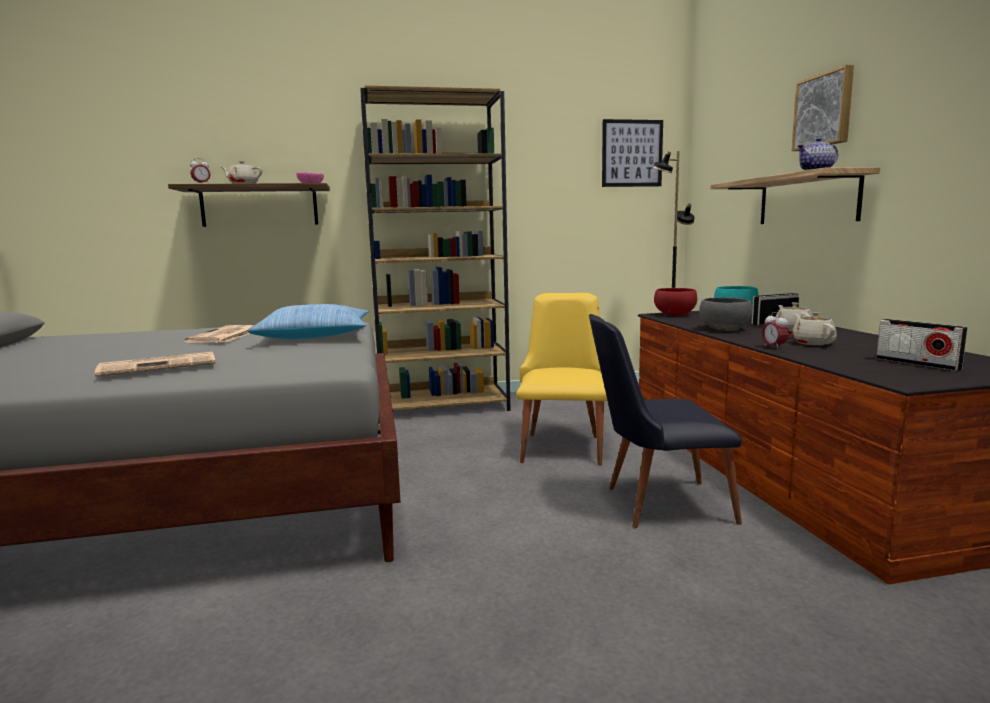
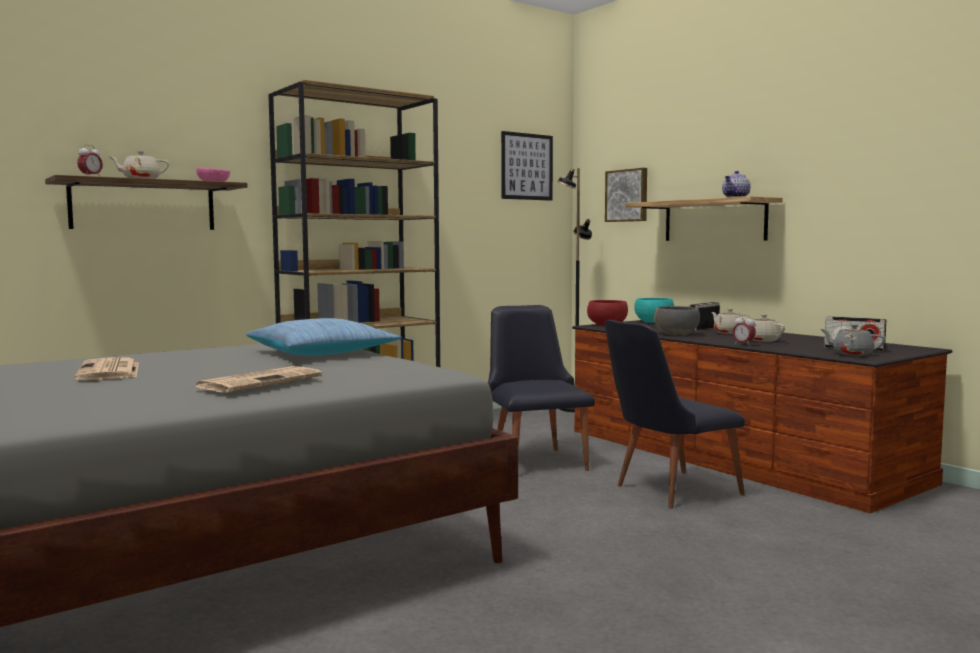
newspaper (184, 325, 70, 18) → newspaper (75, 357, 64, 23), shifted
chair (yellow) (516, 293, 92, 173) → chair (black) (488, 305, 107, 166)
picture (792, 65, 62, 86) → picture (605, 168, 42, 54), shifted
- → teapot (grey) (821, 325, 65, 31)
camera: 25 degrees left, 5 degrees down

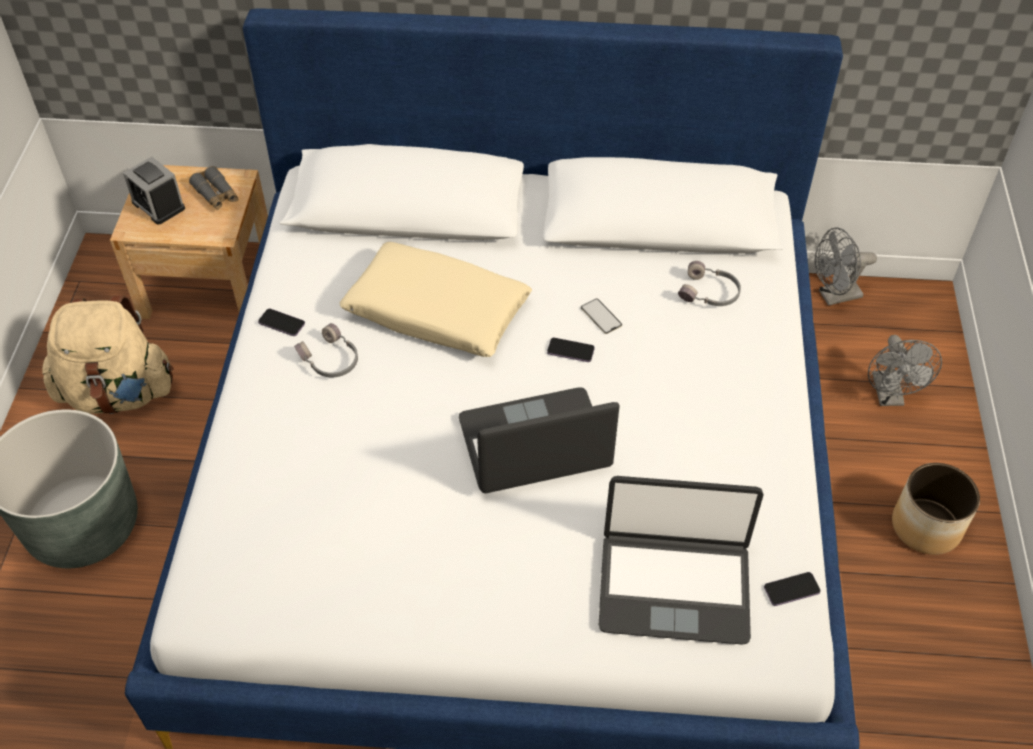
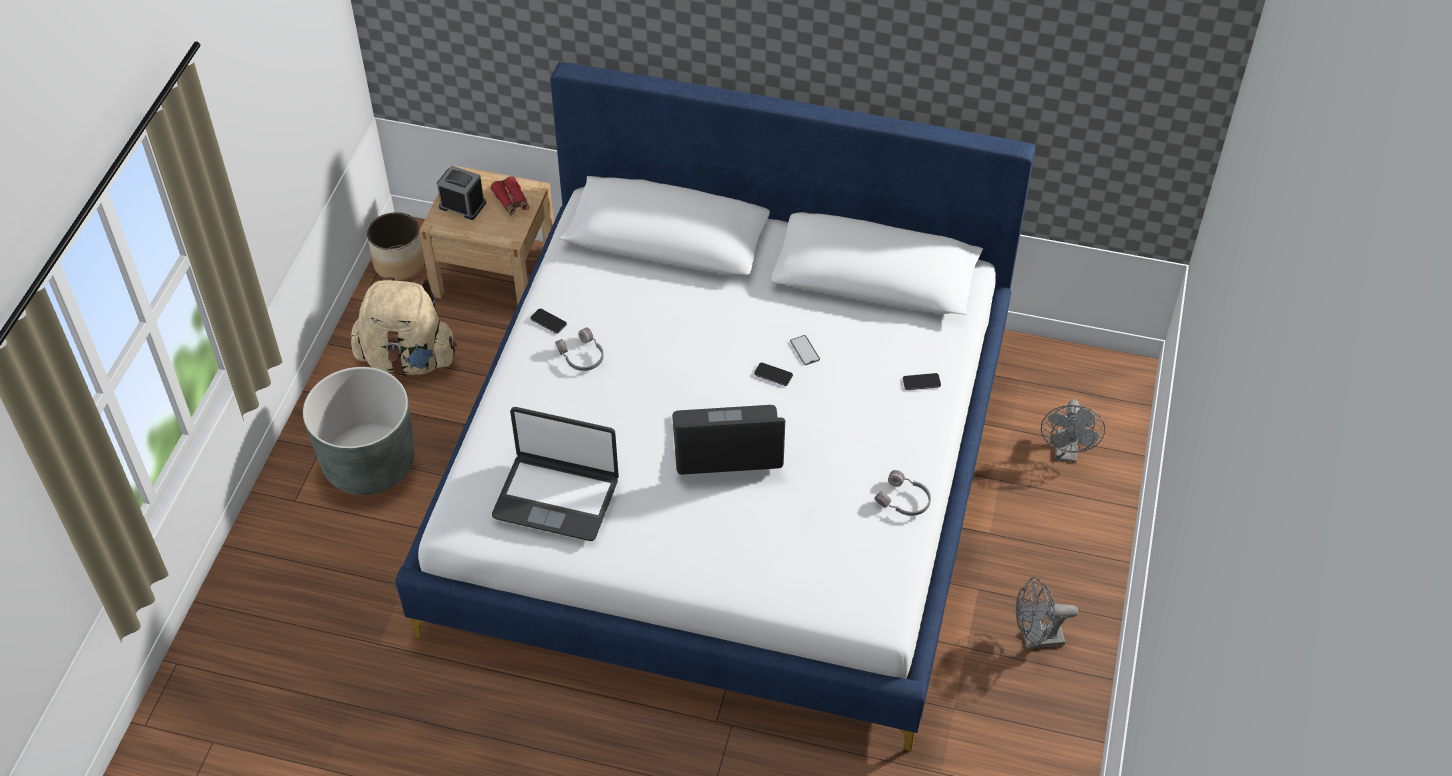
planter (892, 463, 88, 92) → planter (367, 212, 58, 69), shifted
alarm clock (123, 157, 62, 68) → alarm clock (437, 165, 49, 55), 150 degrees clockwise
binoculars (grey) (189, 166, 49, 44) → binoculars (red) (491, 176, 39, 40)
laptop (599, 476, 165, 169) → laptop (492, 407, 127, 134), shifted
headphones (grey) (678, 261, 63, 45) → headphones (grey) (874, 470, 57, 46), shifted
phone (764, 572, 57, 34) → phone (903, 373, 38, 17), shifted
fan (grey) (815, 227, 62, 79) → fan (grey) (1016, 577, 62, 72), shifted
pillow (beige) (339, 242, 193, 115) → -
camera: 10 degrees right, 0 degrees up

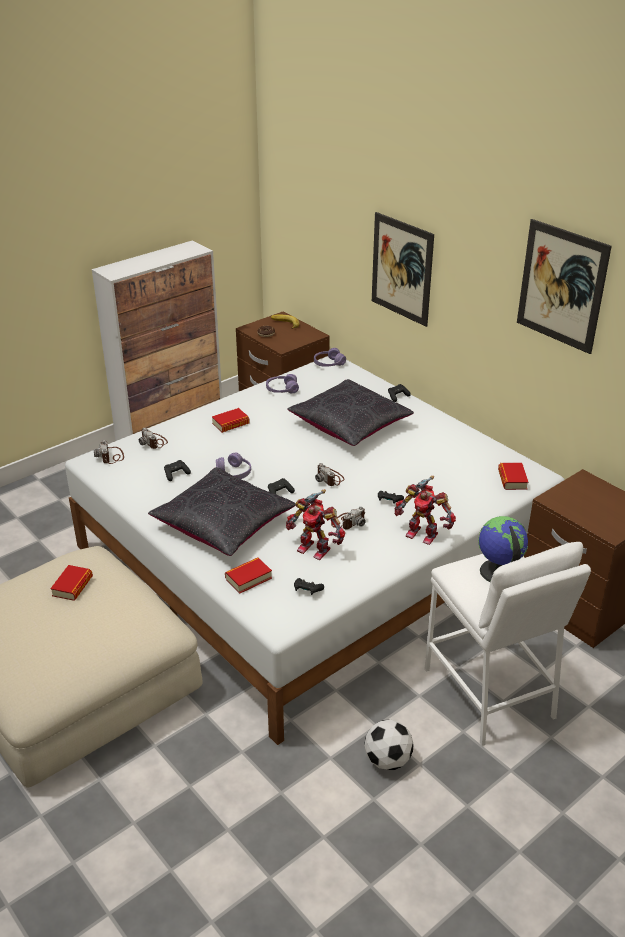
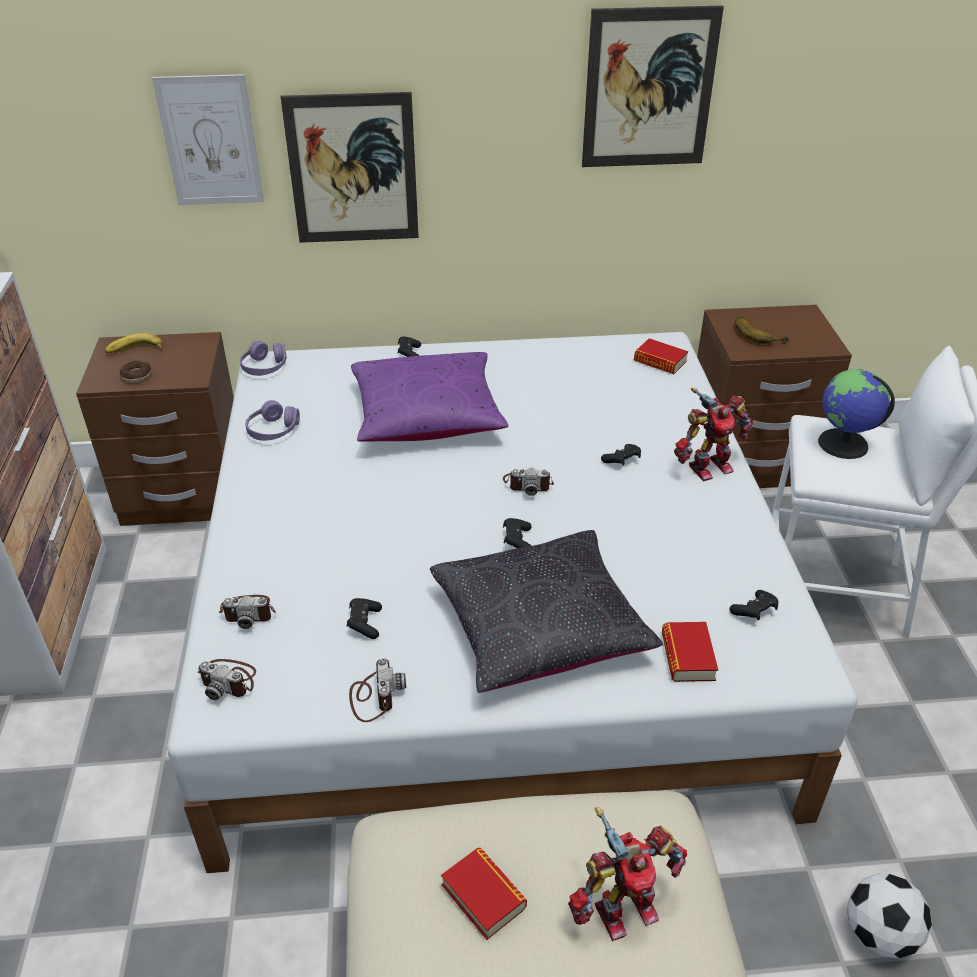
- → picture (152, 74, 112, 131)
photo camera (331, 506, 35, 24) → photo camera (349, 658, 57, 64), shifted
pillow (black) (287, 379, 127, 67) → pillow (purple) (351, 352, 158, 90)
toy robot (286, 489, 59, 71) → toy robot (568, 807, 119, 134), shifted
- → banana (735, 316, 54, 28)
football (364, 719, 50, 51) → football (847, 873, 85, 86), shifted
book (212, 408, 38, 25) → -
headphones (purple) (216, 452, 35, 27) → -
camera: 55 degrees left, 5 degrees up

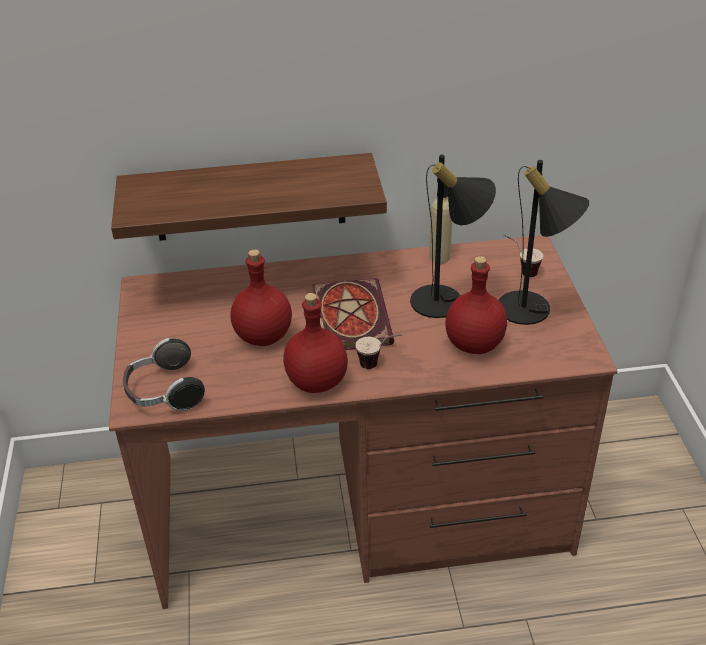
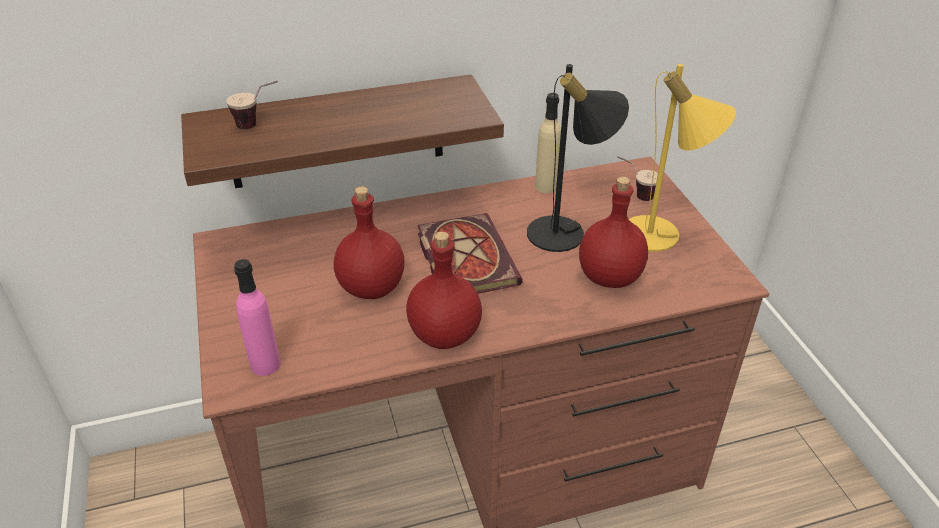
cup (355, 334, 47, 35) → cup (226, 81, 52, 48), shifted
headphones (123, 338, 82, 73) → bottle (pink) (234, 259, 47, 117)
table lamp (black) (499, 160, 90, 165) → table lamp (yellow) (629, 64, 107, 188)
camera: 10 degrees left, 0 degrees up

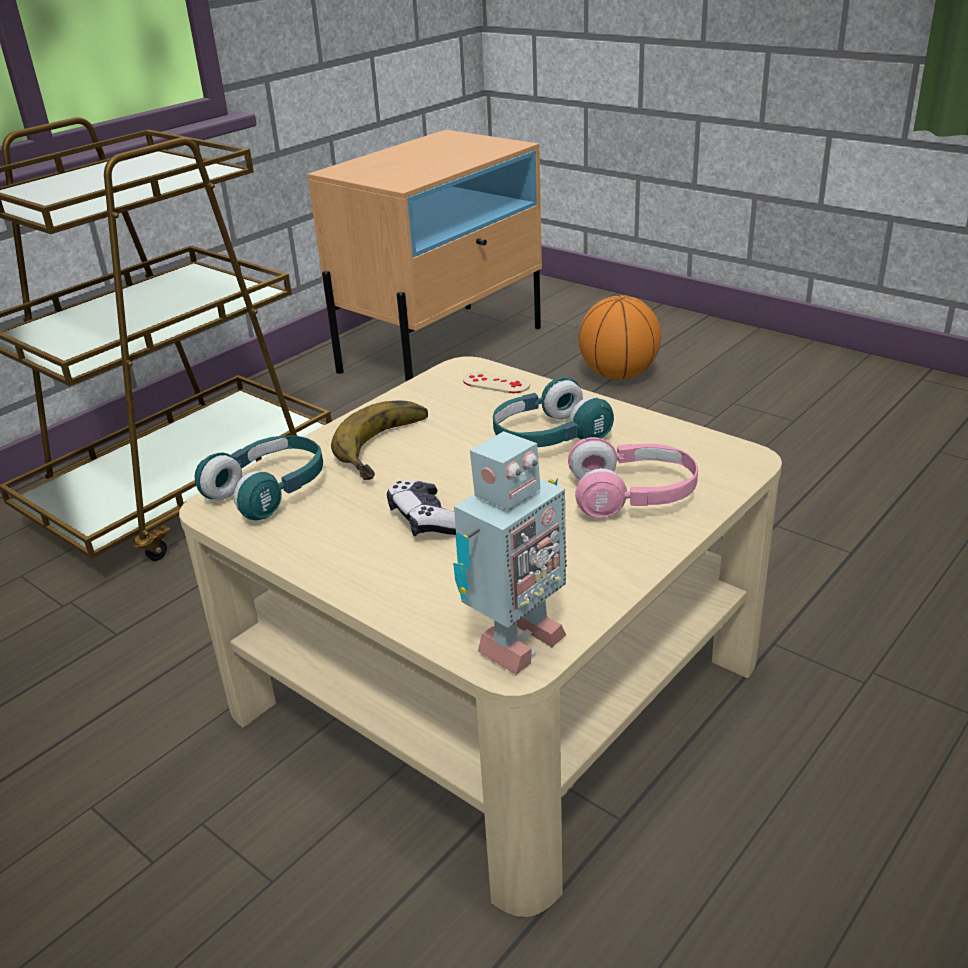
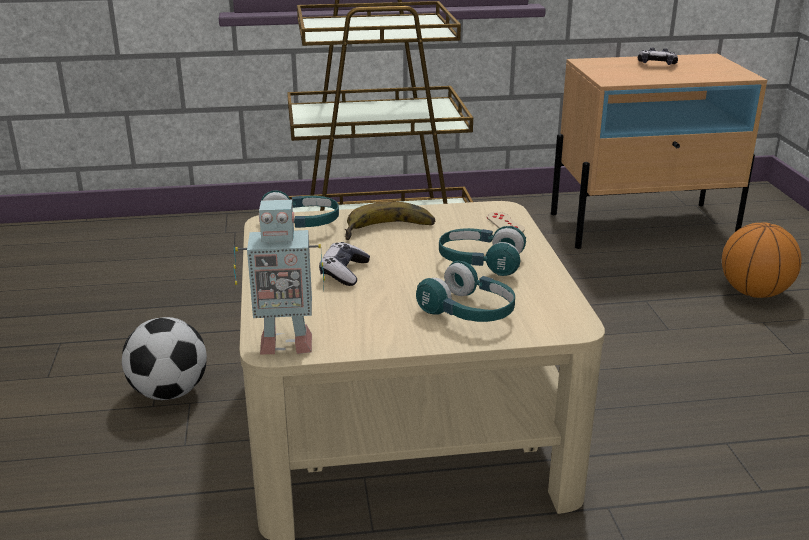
- → football (122, 317, 85, 83)
headphones (pink) (568, 437, 130, 81) → headphones (turquoise) (416, 261, 99, 61)
- → game controller (638, 48, 40, 17)
camera: 40 degrees right, 5 degrees down

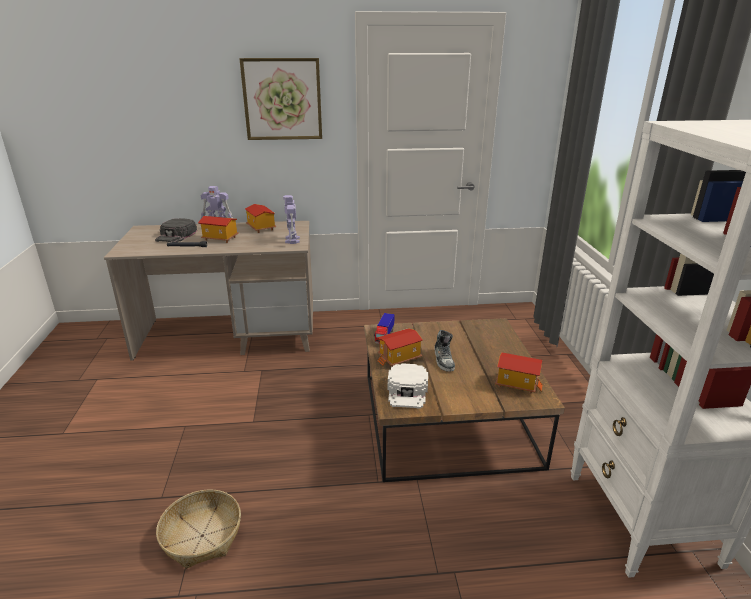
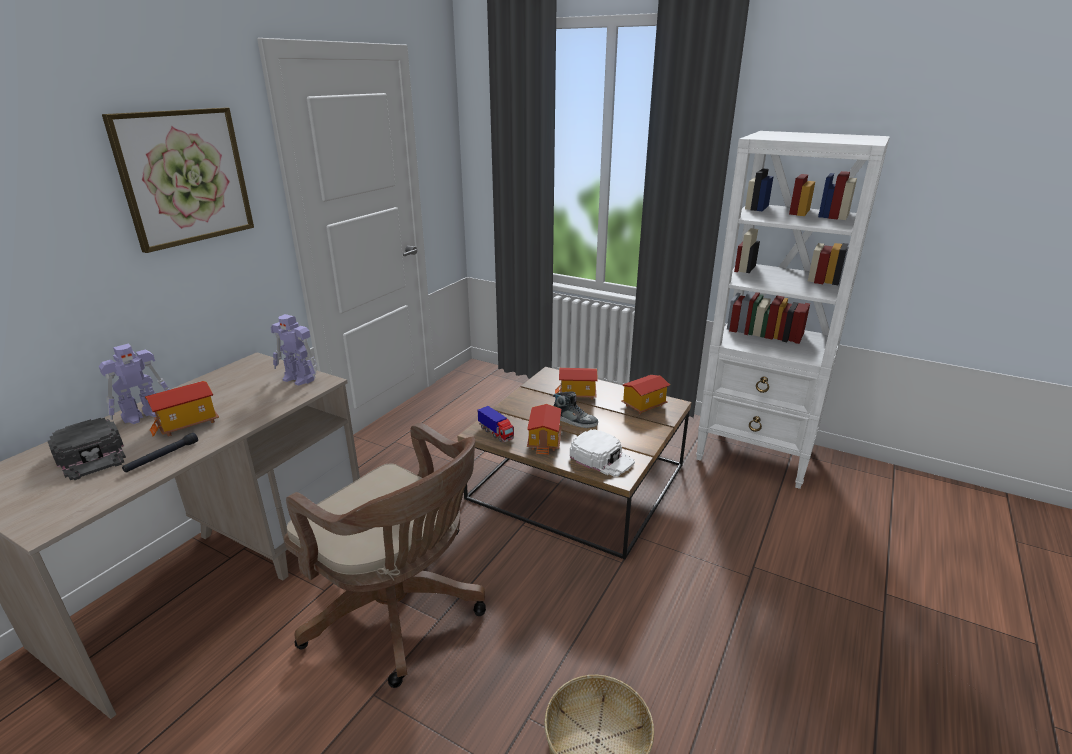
- → office chair (brown) (284, 422, 202, 266)
toy house (245, 204, 31, 29) → toy house (555, 368, 42, 32), shifted
camera: 55 degrees left, 0 degrees up

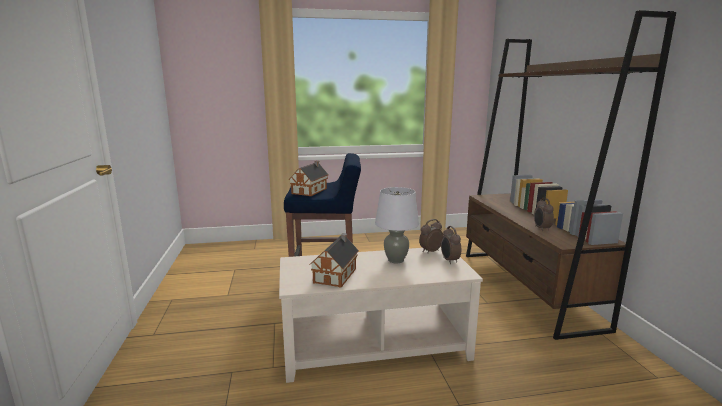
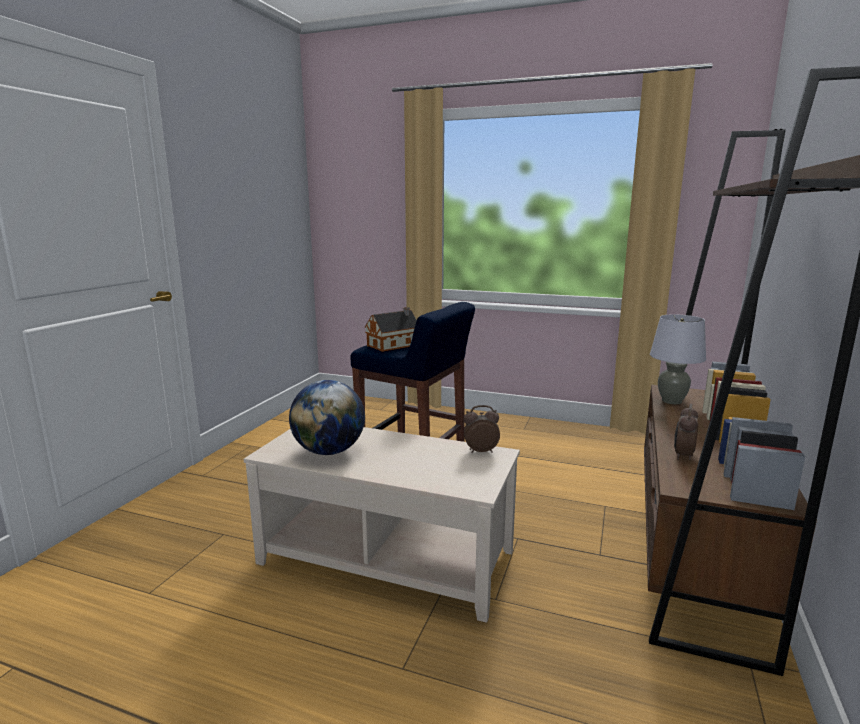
toy house (310, 233, 49, 55) → globe (289, 380, 76, 75)
table lamp (grey) (375, 187, 44, 76) → table lamp (grey) (650, 314, 56, 90), shifted
alarm clock (441, 226, 20, 38) → -
camera: 30 degrees right, 0 degrees up

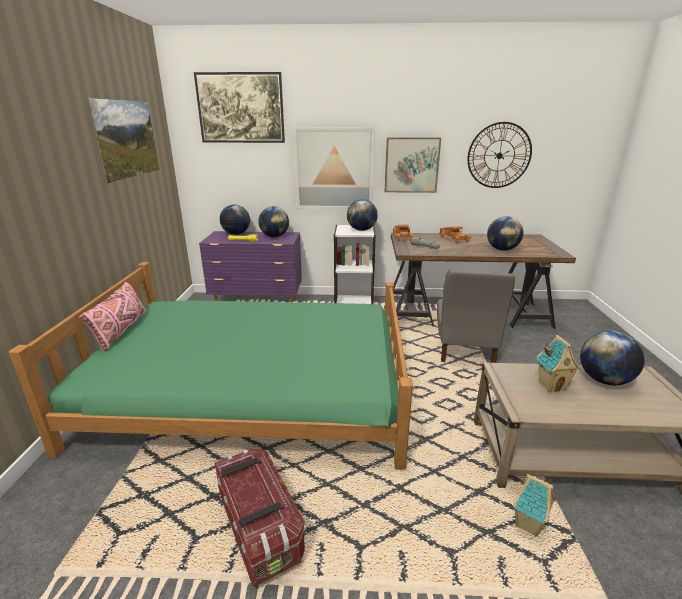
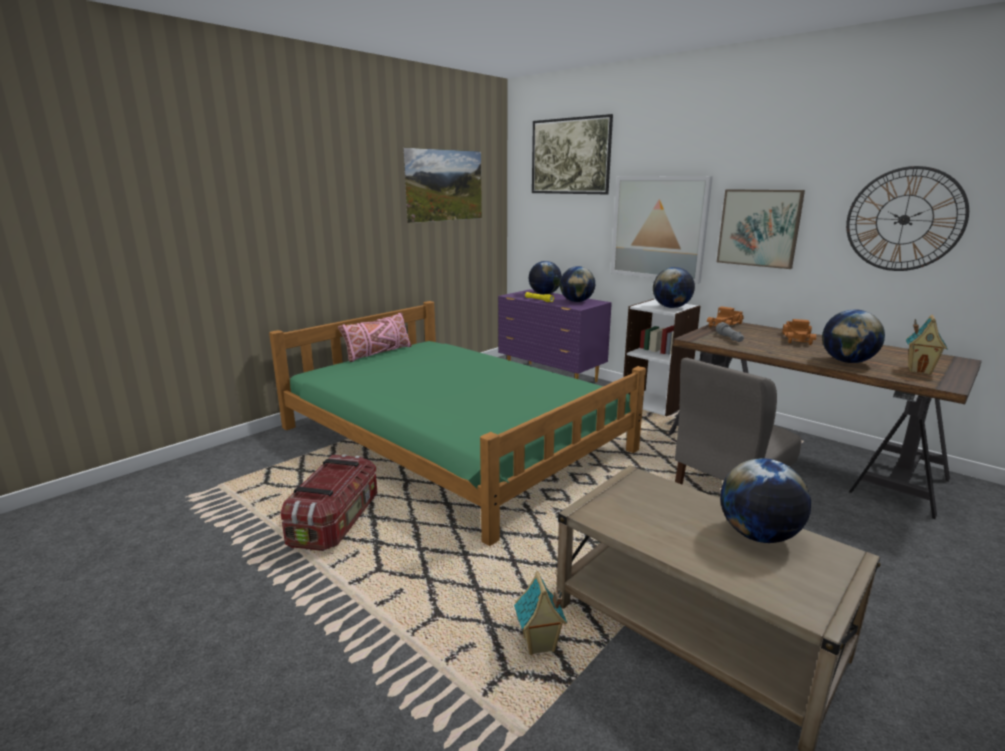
toy house (536, 335, 44, 58) → toy house (906, 315, 42, 60), shifted
camera: 40 degrees right, 5 degrees down

